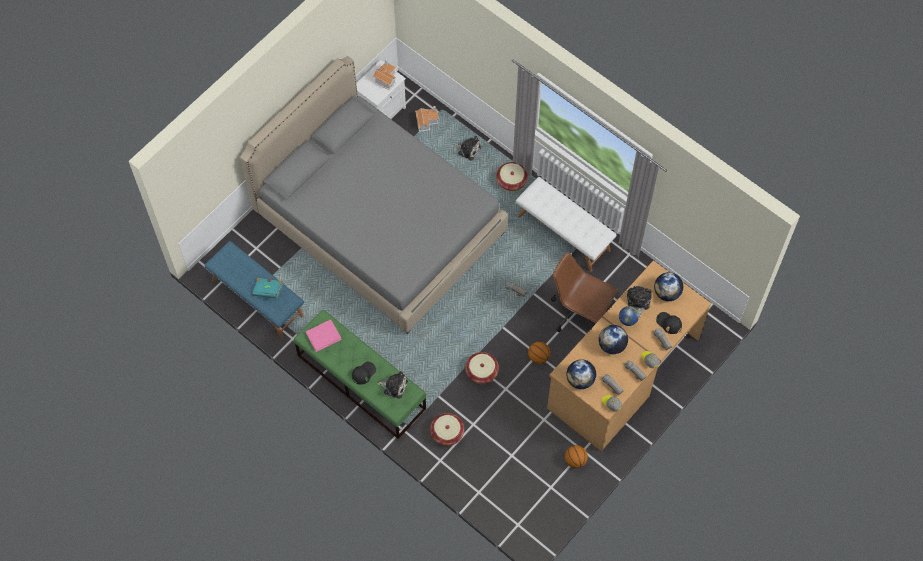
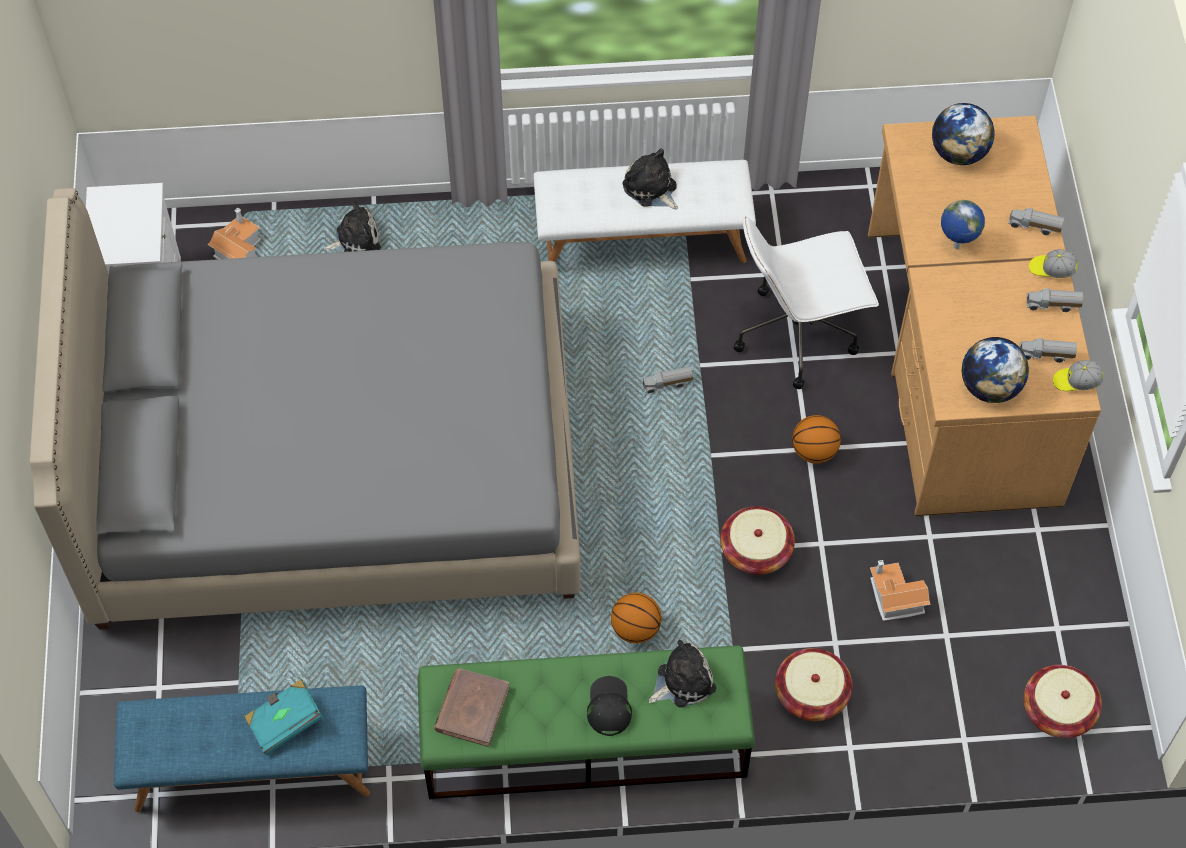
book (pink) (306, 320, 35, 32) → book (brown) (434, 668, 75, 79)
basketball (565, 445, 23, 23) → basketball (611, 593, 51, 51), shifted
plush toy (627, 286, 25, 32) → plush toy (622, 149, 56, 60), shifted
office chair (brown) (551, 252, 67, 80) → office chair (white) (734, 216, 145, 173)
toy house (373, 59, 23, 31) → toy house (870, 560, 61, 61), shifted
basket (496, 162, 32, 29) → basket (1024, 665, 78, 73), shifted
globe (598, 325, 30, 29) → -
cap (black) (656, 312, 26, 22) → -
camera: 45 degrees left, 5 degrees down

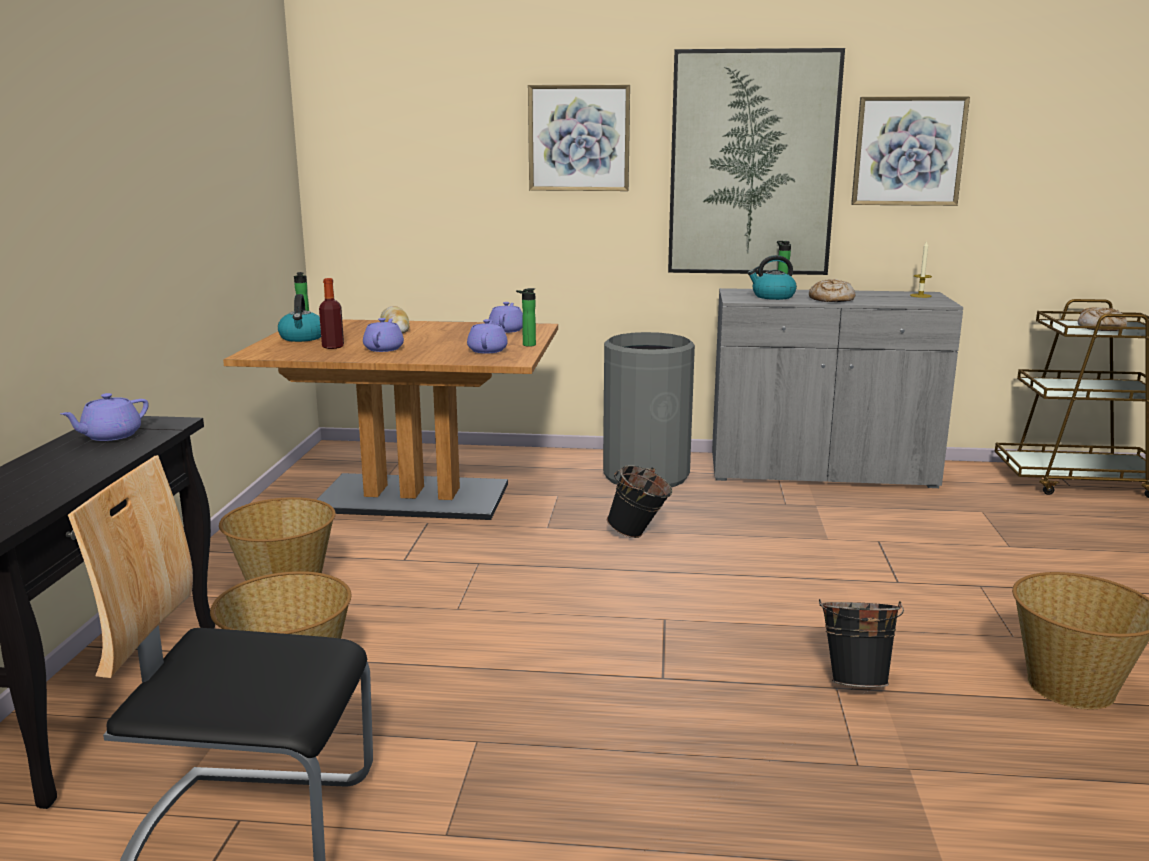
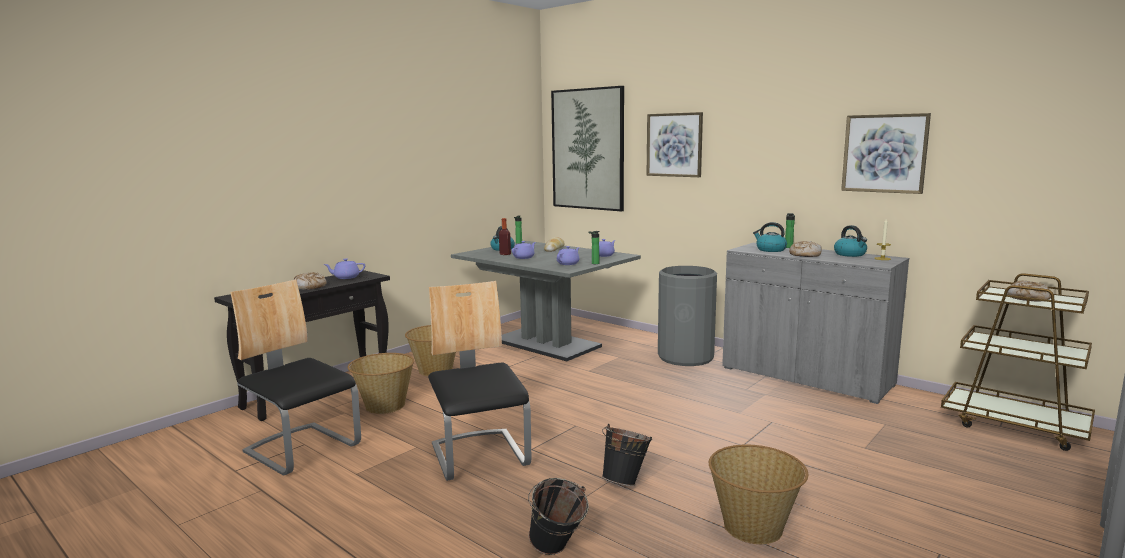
- → bread (294, 272, 33, 18)
- → chair (428, 281, 103, 200)
dining table (brown) (223, 319, 335, 201) → dining table (grey) (451, 241, 190, 120)
bucket (black) (607, 465, 65, 73) → bucket (black) (528, 478, 61, 77), shifted
picture (668, 48, 177, 227) → picture (551, 86, 73, 125), shifted
- → kettle (834, 225, 33, 32)
camera: 35 degrees right, 5 degrees down

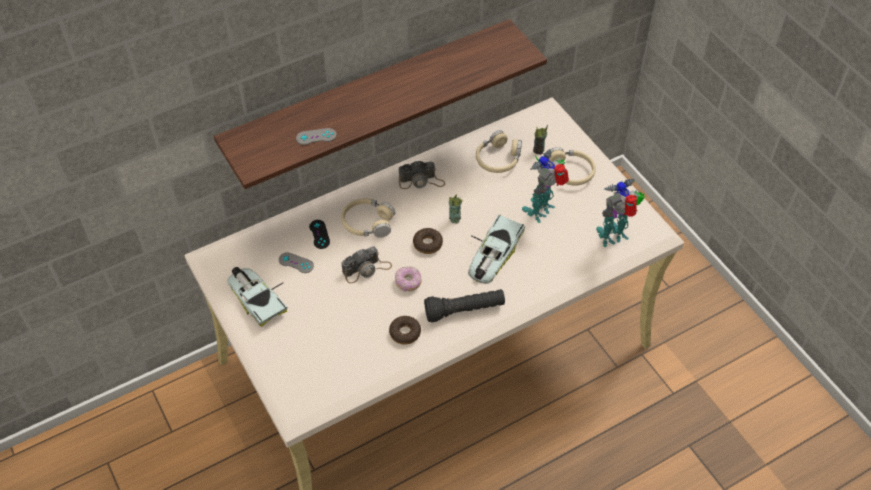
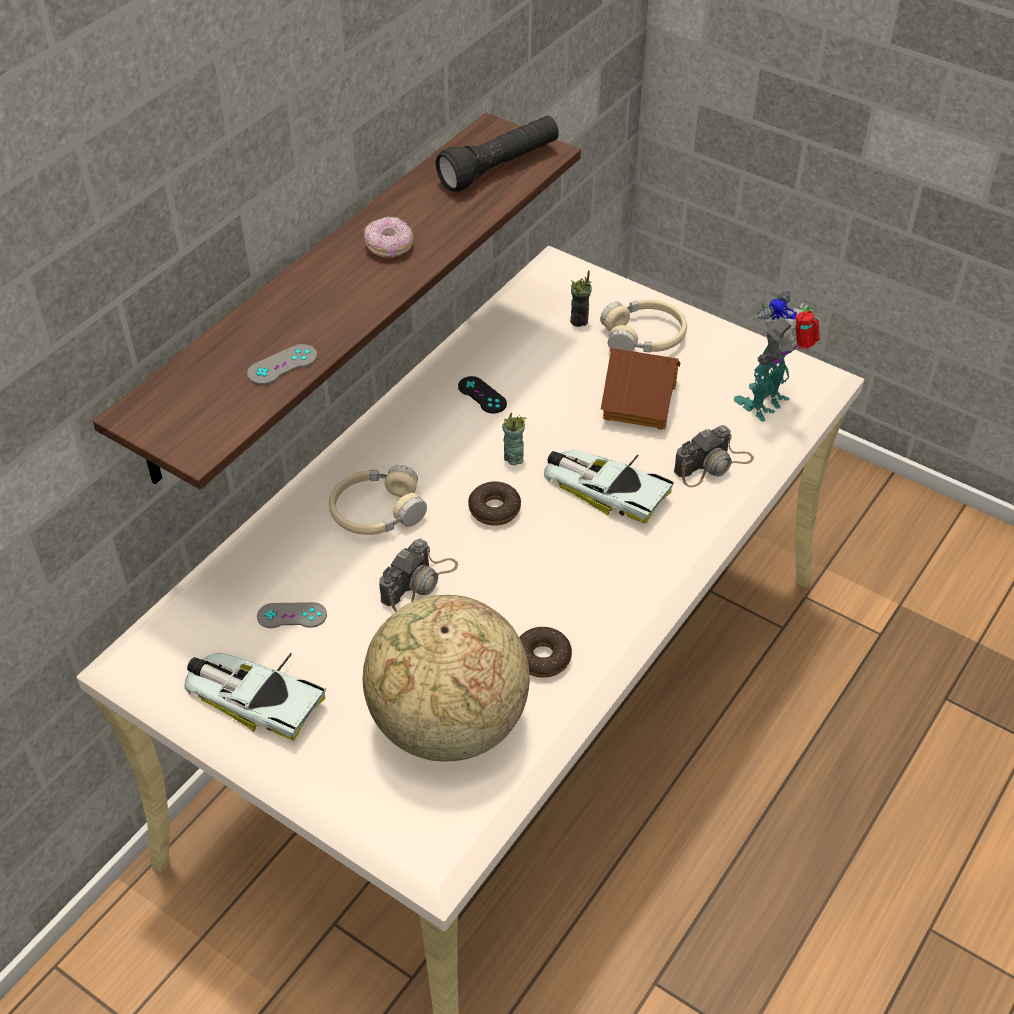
- → globe (363, 595, 167, 166)
donut (395, 267, 27, 25) → donut (364, 216, 49, 42), shifted
flashlight (black) (424, 289, 81, 33) → flashlight (black) (436, 115, 123, 77), shifted
game controller (black) (309, 220, 21, 29) → game controller (black) (458, 376, 49, 38), shifted
toy car (469, 214, 56, 69) → toy car (544, 450, 130, 73), 120 degrees clockwise
toy robot (522, 149, 47, 74) → toy house (601, 348, 79, 82)
photo camera (399, 160, 46, 29) → photo camera (674, 425, 80, 62), shifted
headphones (beige) (476, 130, 46, 43) → -
camera: 25 degrees left, 5 degrees down

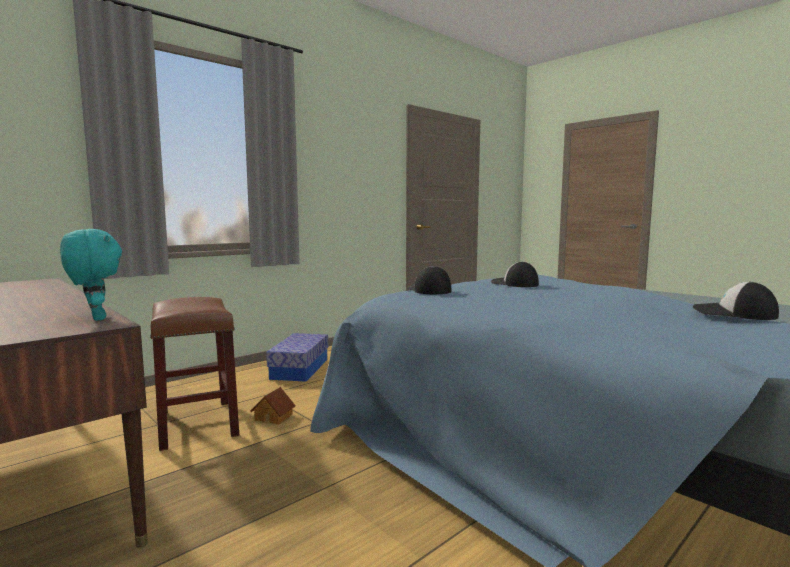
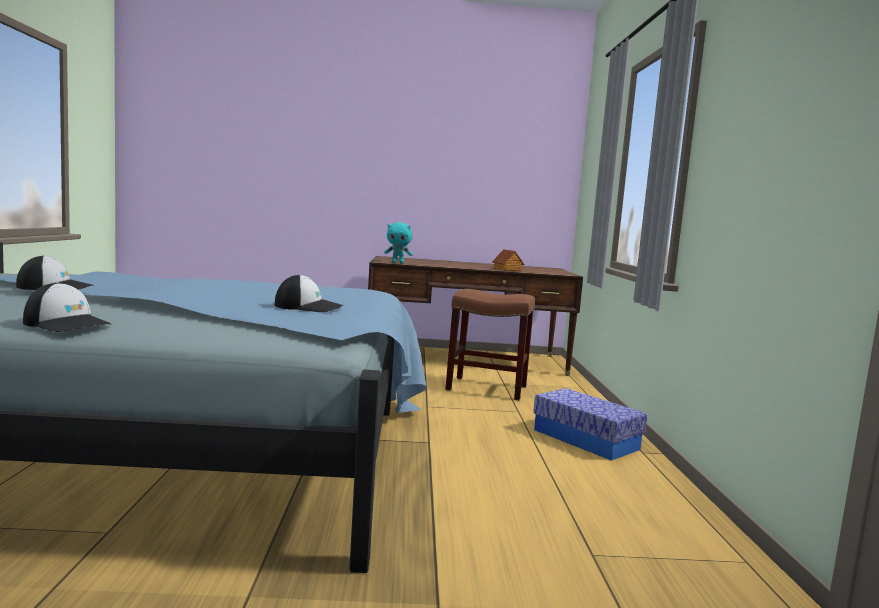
cap (408, 266, 43, 28) → cap (23, 282, 89, 50), shifted
toy house (250, 387, 46, 38) → toy house (492, 249, 32, 22), shifted
camera: 130 degrees right, 0 degrees up

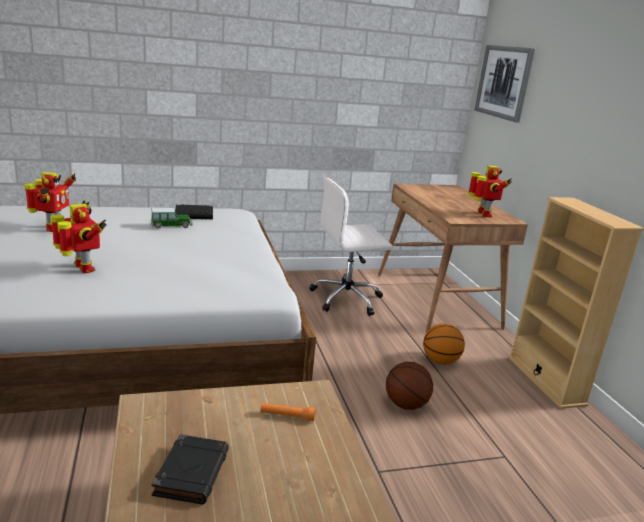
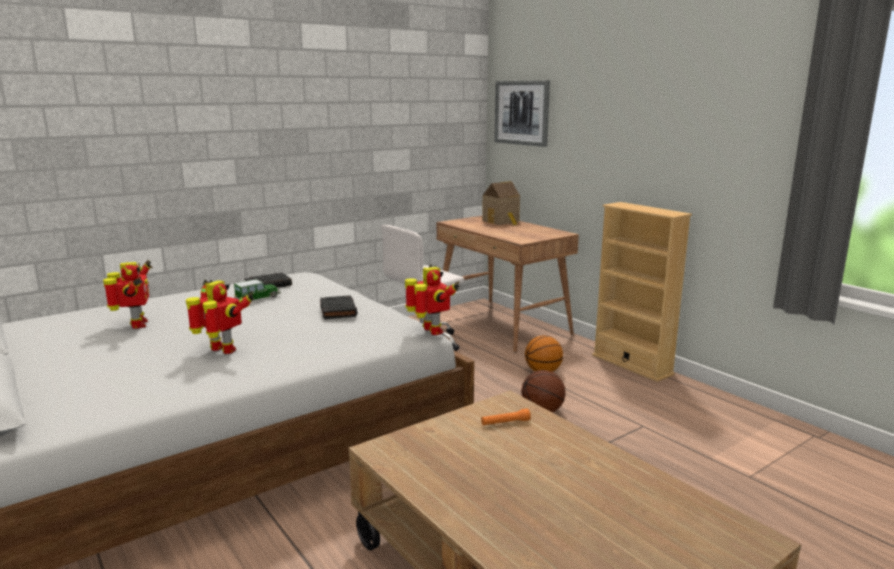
book (black) (152, 434, 77, 71) → book (black) (320, 295, 37, 24), shifted
toy robot (468, 165, 44, 52) → toy robot (405, 264, 55, 71), shifted
- → toy house (482, 181, 38, 44)
camera: 20 degrees left, 5 degrees down

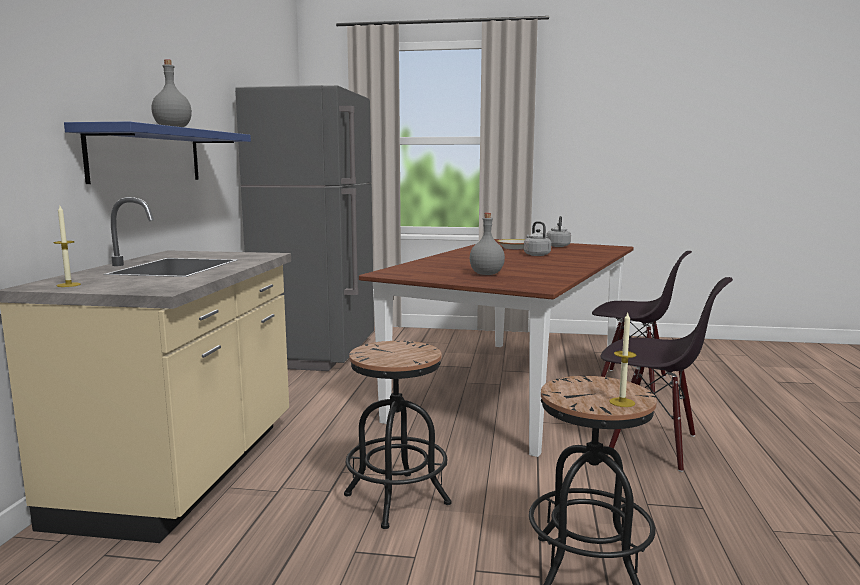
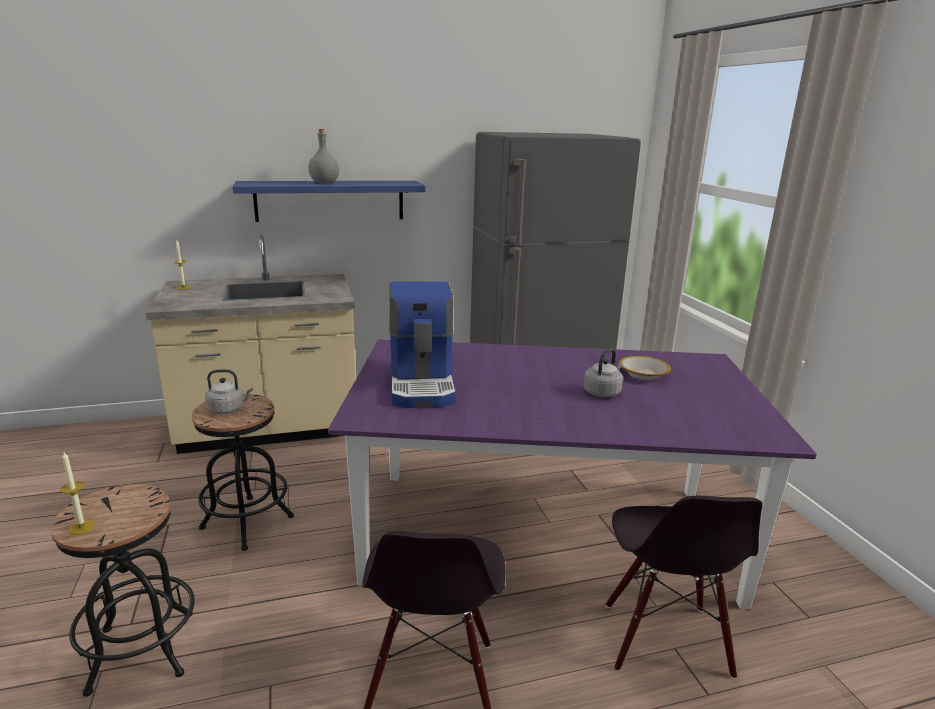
kettle (grey) (546, 216, 25, 31) → kettle (grey) (205, 369, 48, 45), shifted
dining table (brown) (359, 239, 275, 218) → dining table (purple) (328, 339, 489, 270)
bottle (grey) (470, 213, 35, 62) → coffee machine (390, 281, 66, 127)
camera: 65 degrees right, 10 degrees up

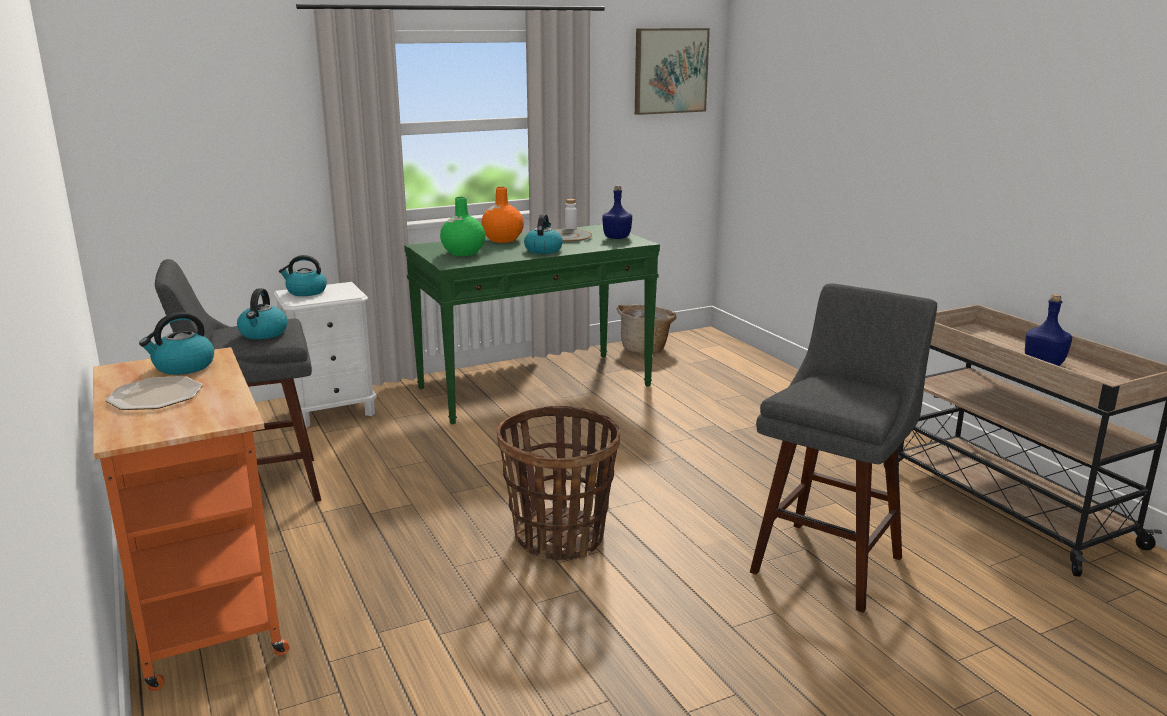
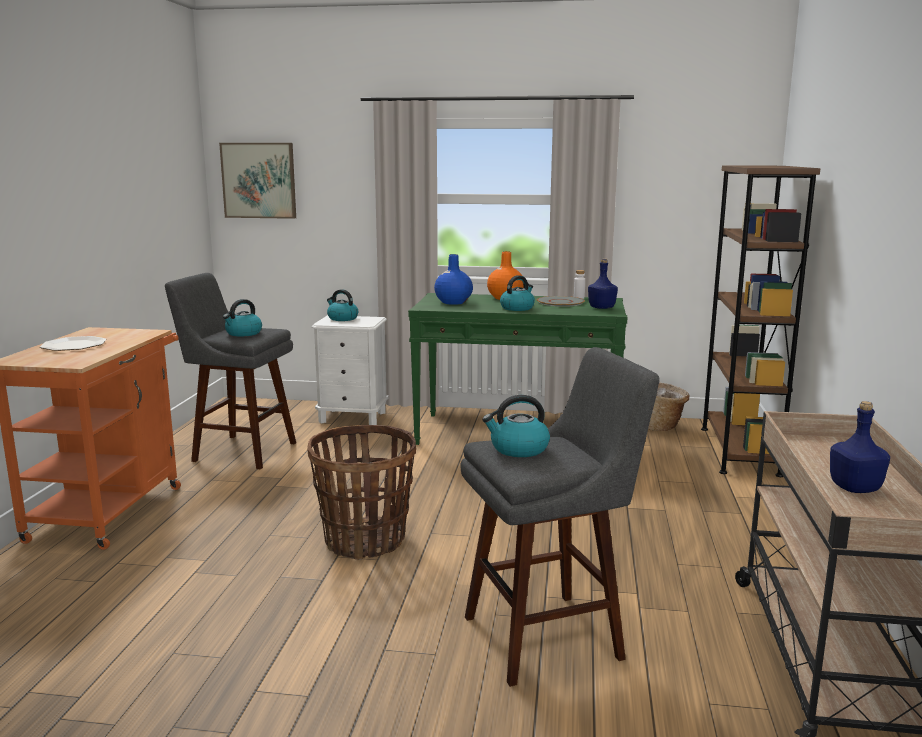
picture (635, 28, 75, 87) → picture (219, 143, 77, 76), shifted
vase (green) (440, 197, 45, 59) → vase (blue) (434, 254, 39, 51)
kettle (139, 312, 75, 63) → kettle (482, 395, 68, 62), shifted
- → bookcase (brown) (701, 165, 119, 312)
camera: 35 degrees right, 5 degrees down

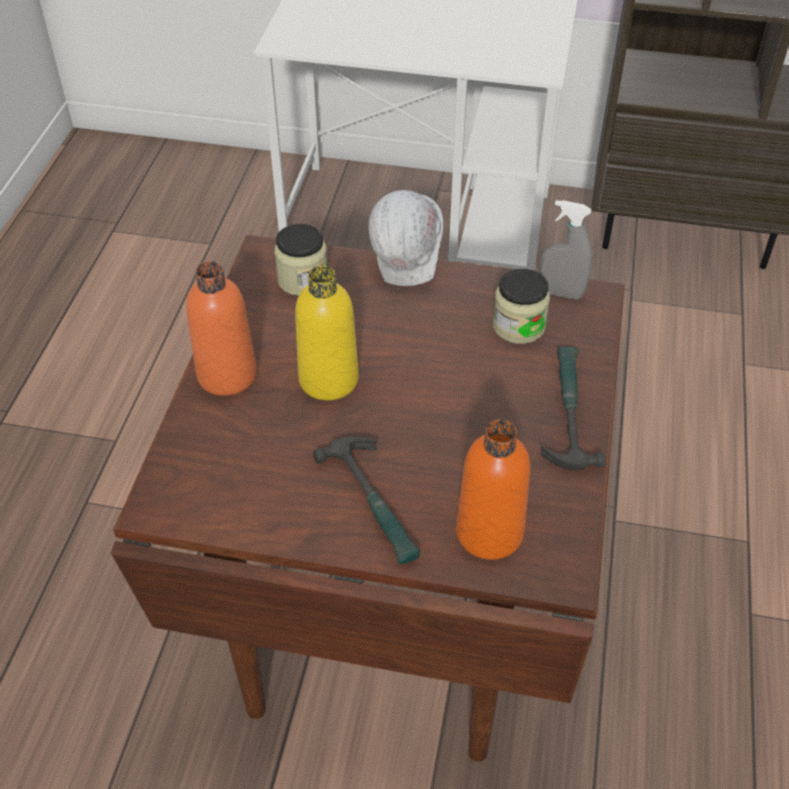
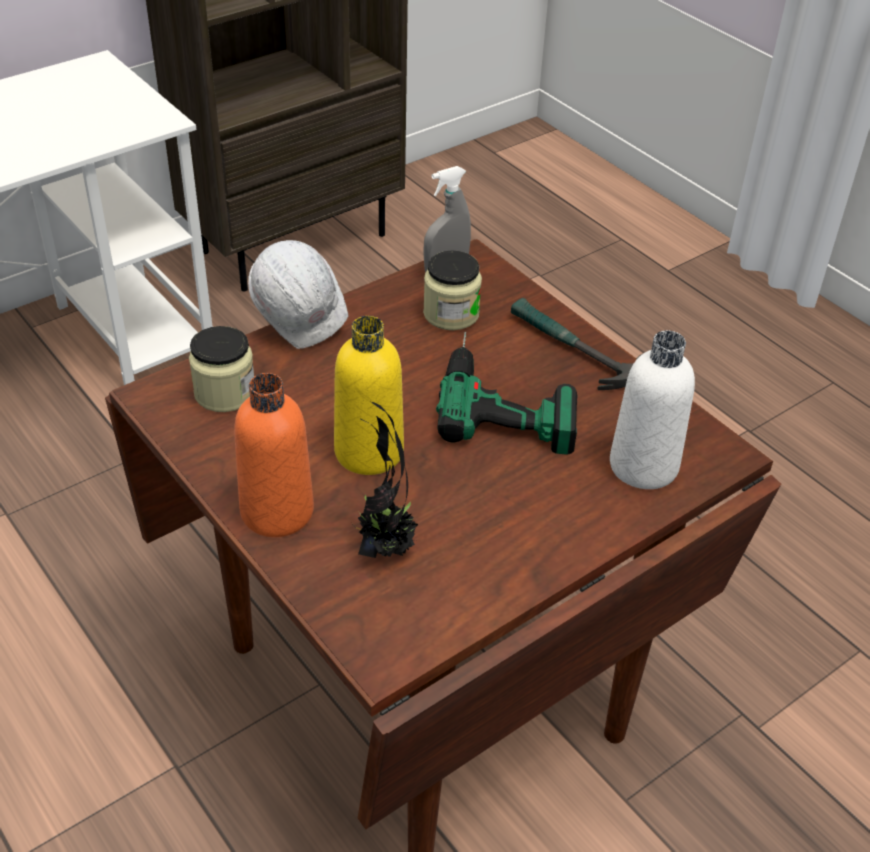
- → potted plant (352, 402, 66, 156)
- → power drill (436, 332, 141, 123)
bottle (orange) (456, 419, 74, 141) → bottle (white) (610, 330, 85, 159)
hammer (313, 436, 107, 128) → -
camera: 50 degrees left, 5 degrees down

